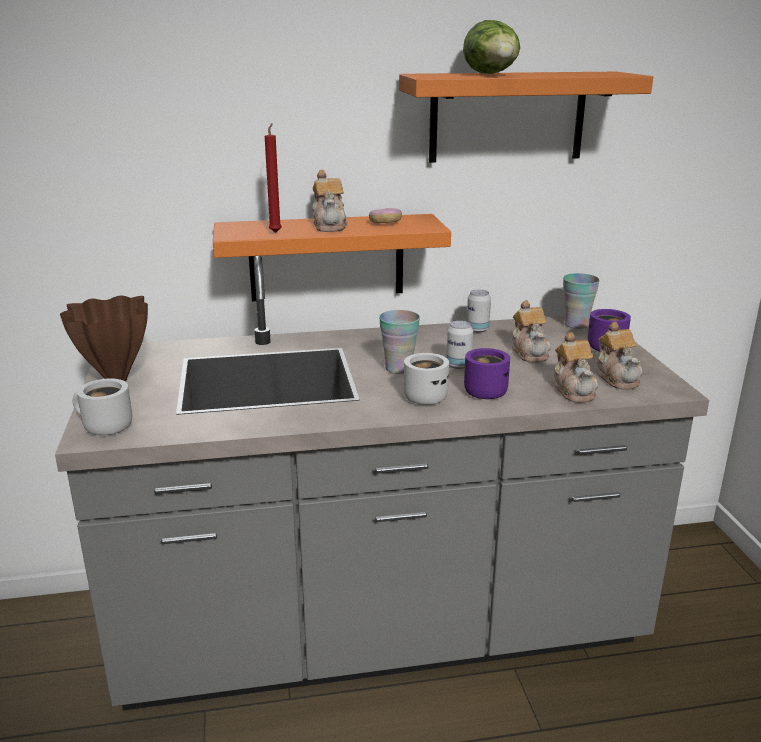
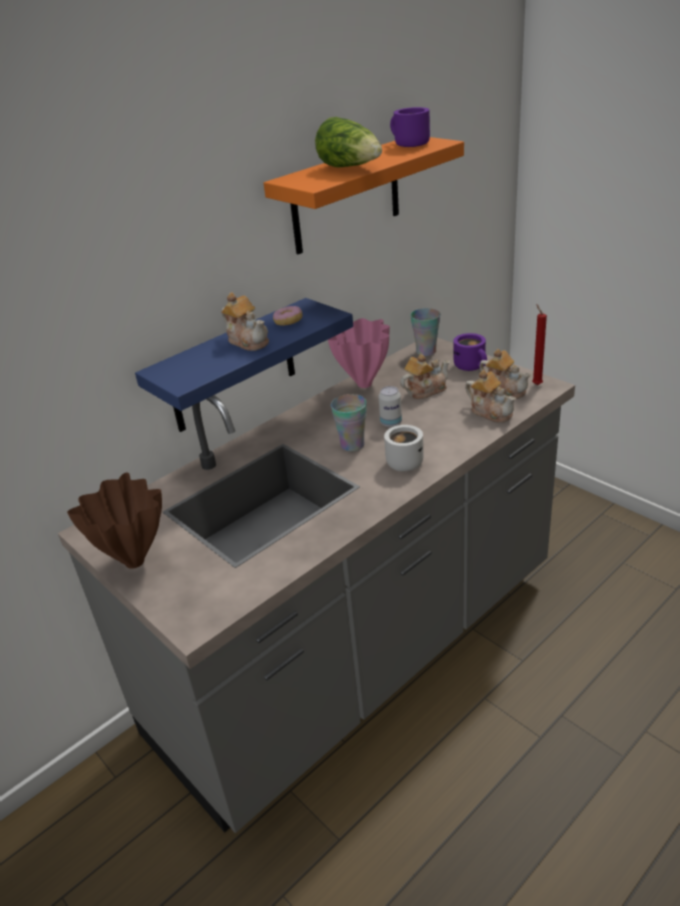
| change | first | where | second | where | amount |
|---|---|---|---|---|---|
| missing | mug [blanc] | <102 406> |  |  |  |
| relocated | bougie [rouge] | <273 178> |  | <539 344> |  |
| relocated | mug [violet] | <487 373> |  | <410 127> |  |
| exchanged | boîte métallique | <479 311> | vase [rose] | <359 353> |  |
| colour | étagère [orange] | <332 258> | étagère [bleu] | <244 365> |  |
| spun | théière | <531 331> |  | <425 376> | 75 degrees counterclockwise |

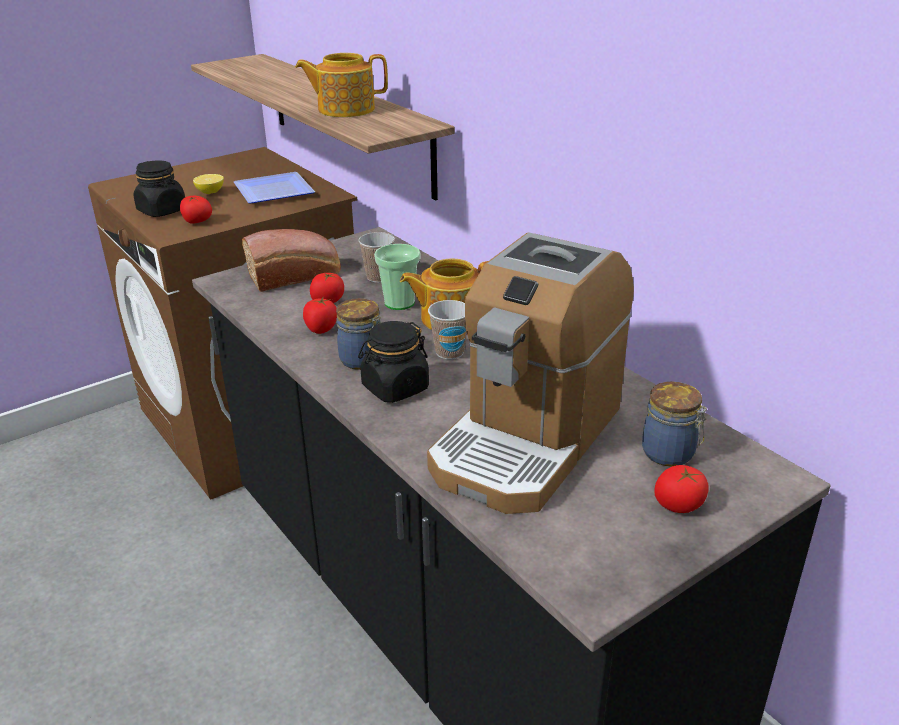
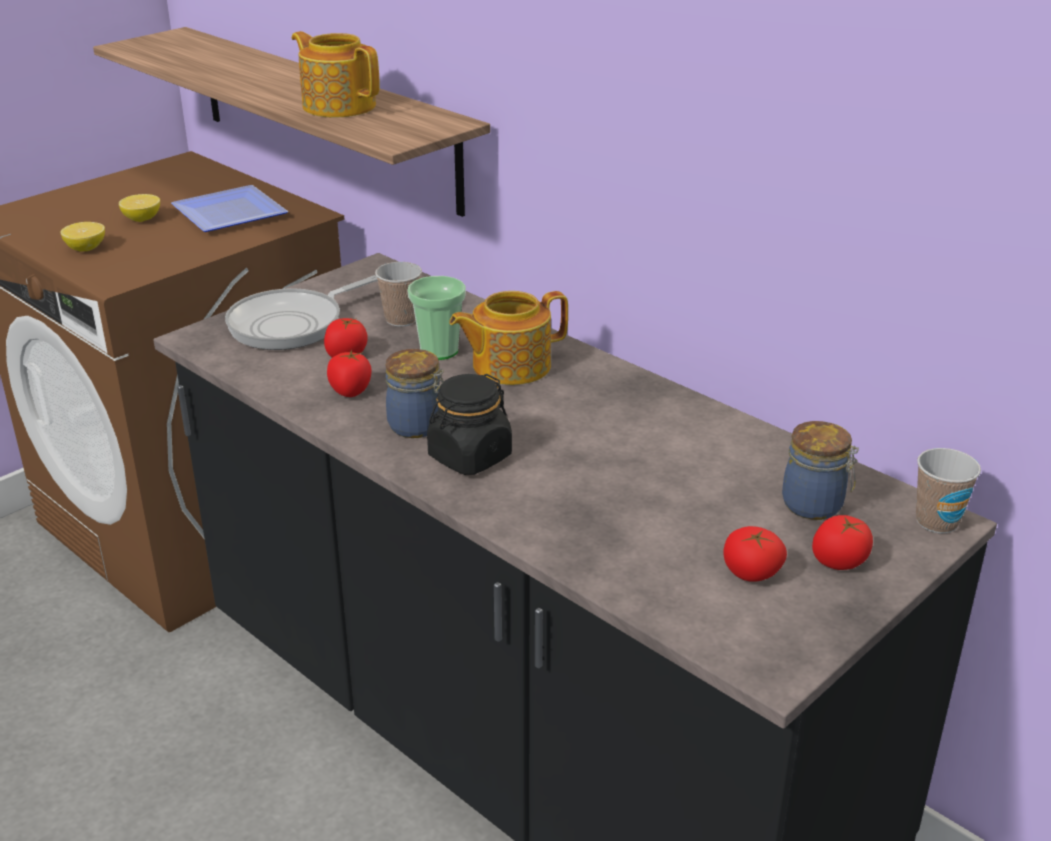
| change | first | where | second | where | amount |
|---|---|---|---|---|---|
| missing | machine à café | <530 373> |  |  |  |
| relocated | tomate | <196 210> |  | <755 554> |  |
| relocated | tasse | <447 329> |  | <948 491> |  |
| exchanged | bocal [noir] | <159 188> | citron | <82 237> |  |
| exchanged | pain | <291 260> | poêle | <301 312> |  |
| spun | théière | <341 85> |  | <336 74> | 60 degrees clockwise |

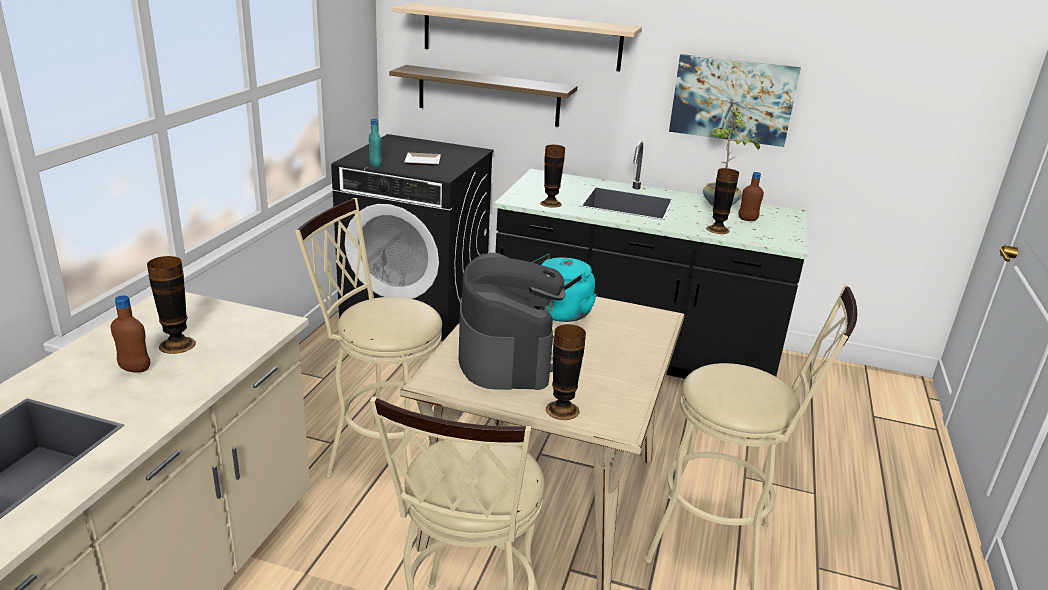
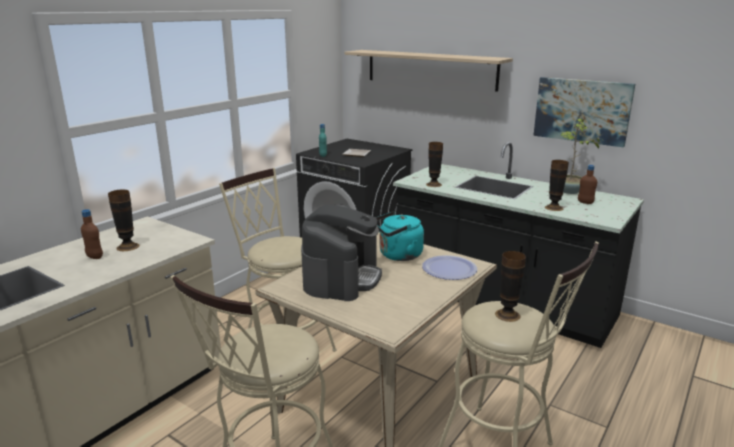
| change | first | where | second | where | amount |
|---|---|---|---|---|---|
| missing | étagère | <483 96> |  |  |  |
| appeared |  |  | assiette | <449 267> |  |
| relocated | vase | <566 372> |  | <510 286> |  |

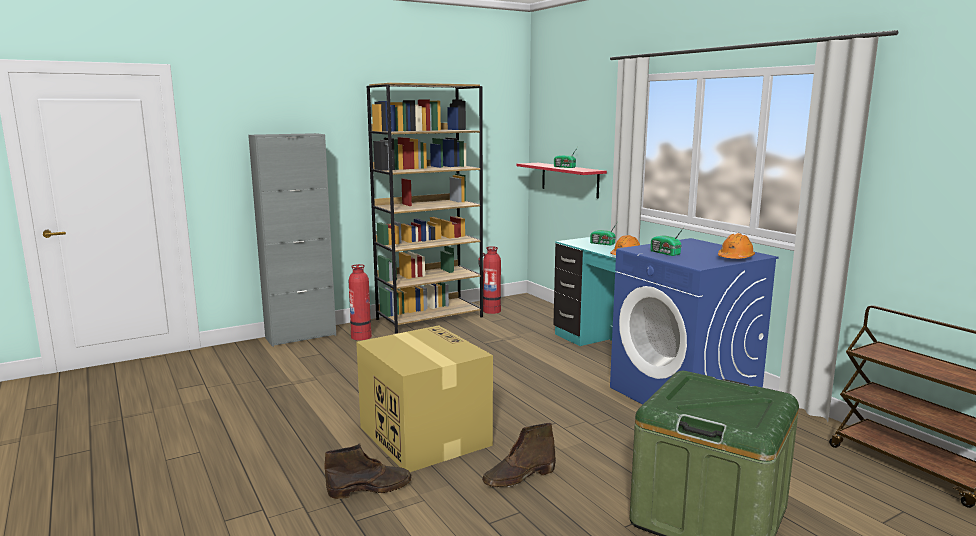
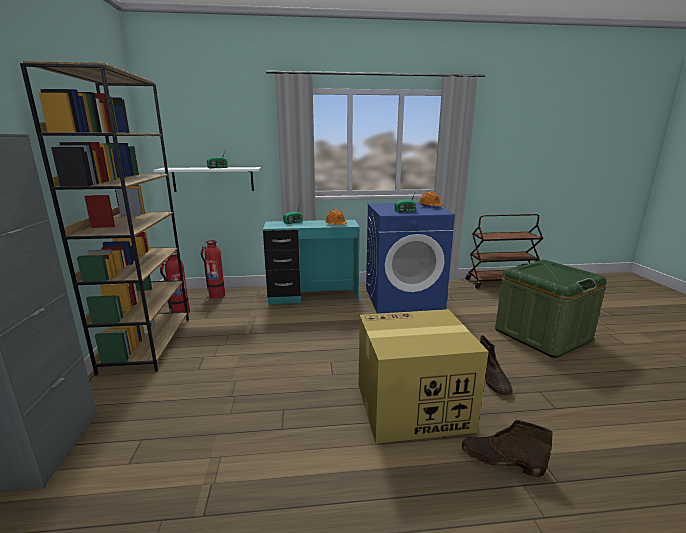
| change | first | where | second | where | amount |
|---|---|---|---|---|---|
| relocated | extincteur | <360 302> |  | <213 269> |  |
| colour | étagère [rouge] | <561 180> | étagère [blanc] | <207 179> |  |
| spun | botte [marron] | <367 471> |  | <507 448> | 75 degrees counterclockwise |

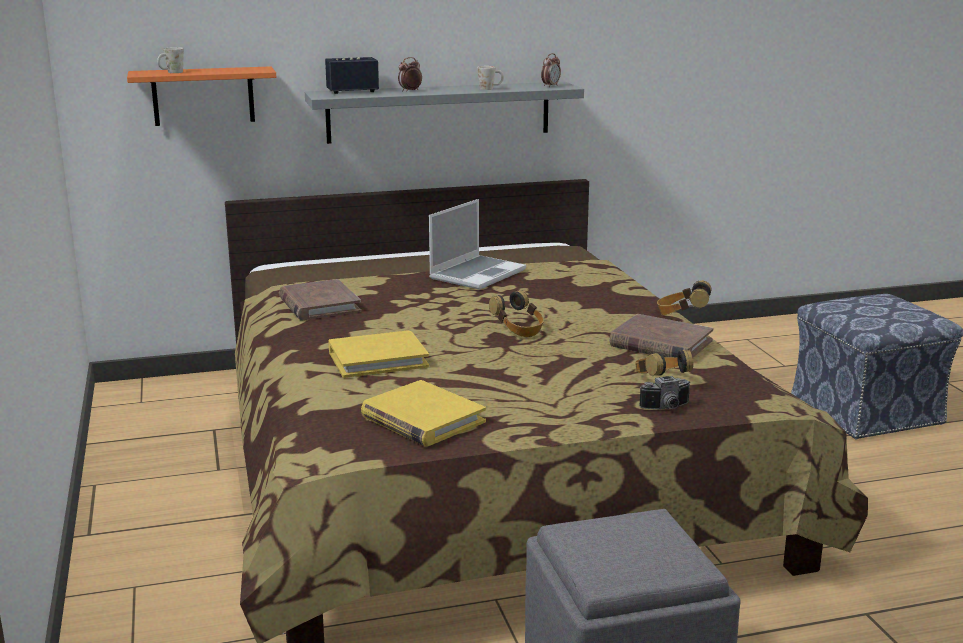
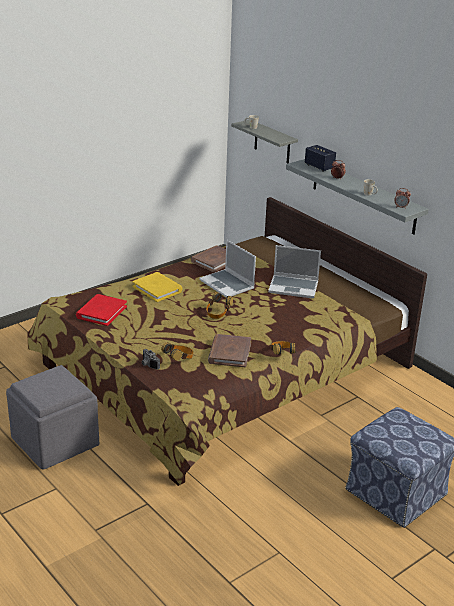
| change | first | where | second | where | amount |
|---|---|---|---|---|---|
| appeared |  |  | ordinateur portable | <227 269> |  |
| colour | étagère [orange] | <201 96> | étagère [gris] | <264 142> |  |
| colour | livre [jaune] | <423 413> | livre [rouge] | <101 310> |  |

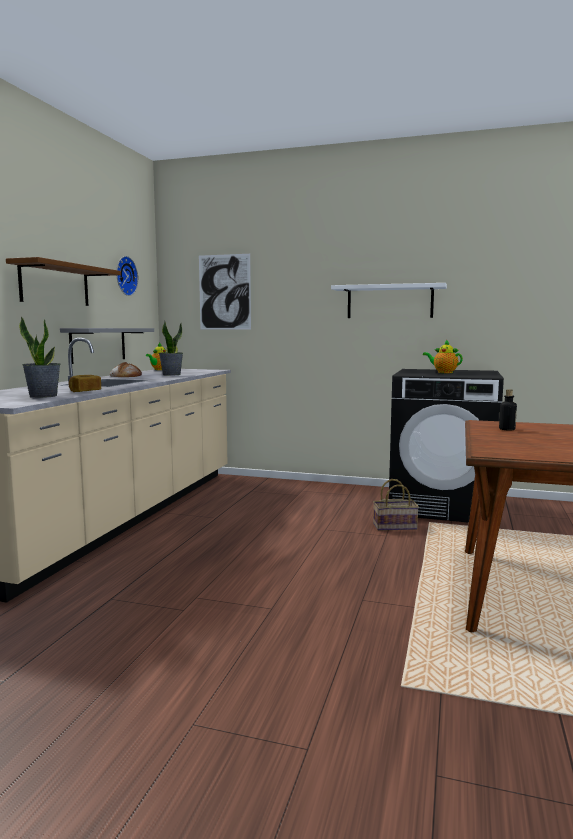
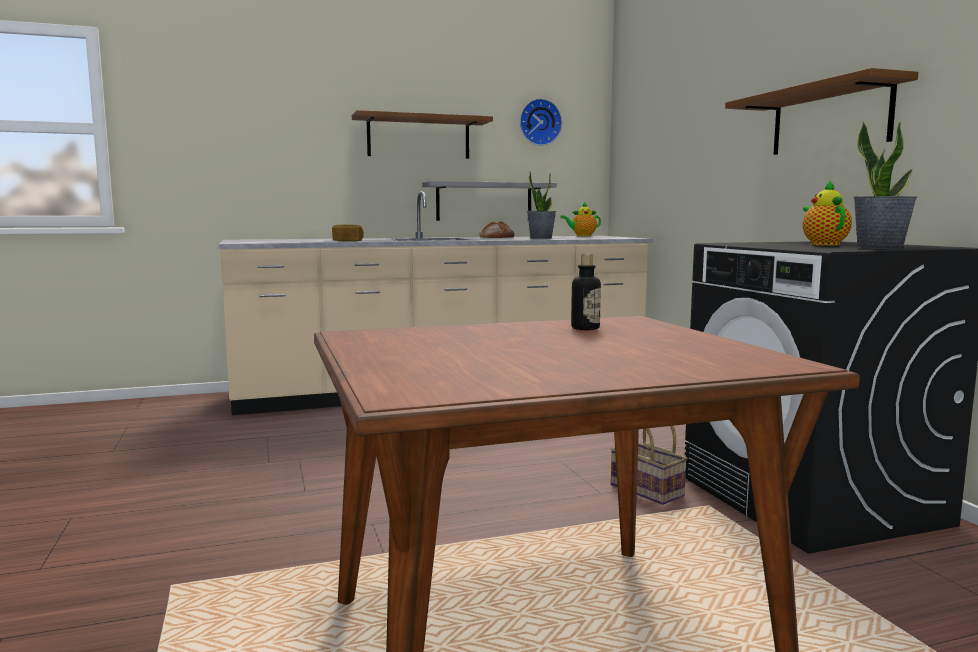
| change | first | where | second | where | amount |
|---|---|---|---|---|---|
| missing | tableau | <225 291> |  |  |  |
| relocated | plante en pot | <40 357> |  | <885 185> |  |
| colour | étagère [blanc] | <389 300> | étagère [marron] | <821 111> |  |

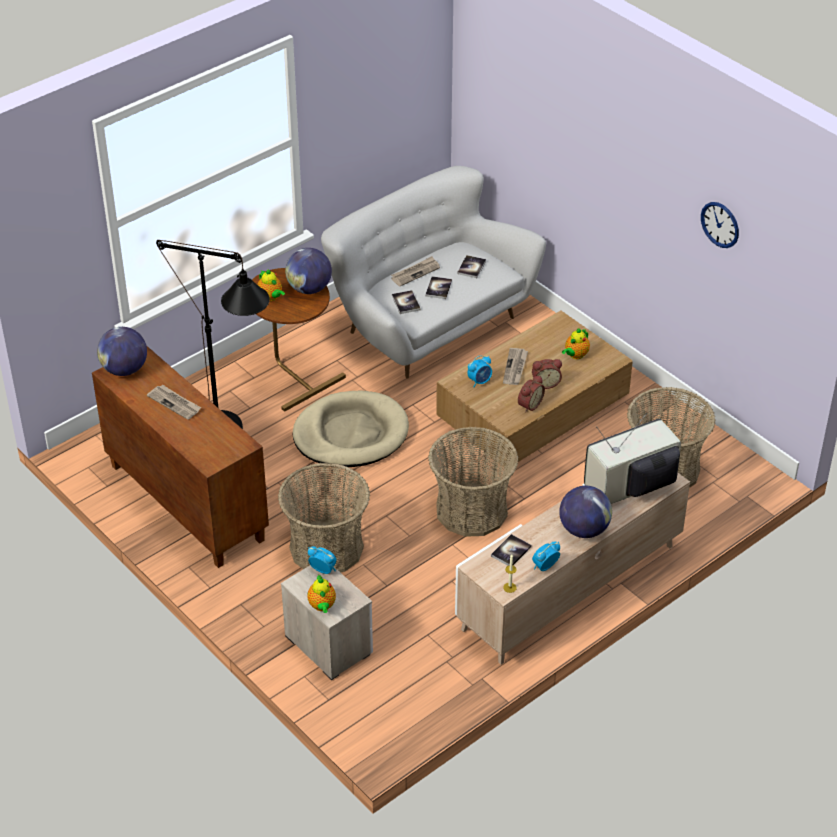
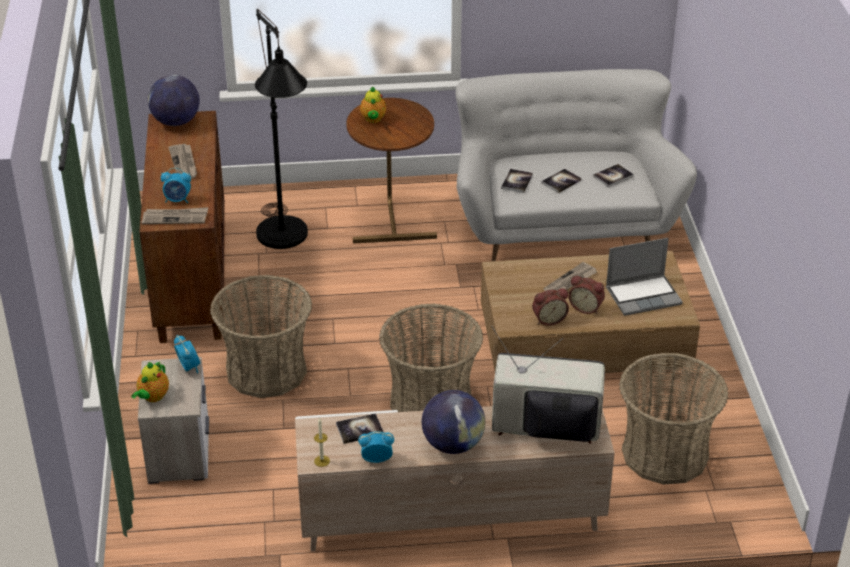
| change | first | where | second | where | amount |
|---|---|---|---|---|---|
| missing | globe | <308 271> |  |  |  |
| missing | panier pour chien [beige] | <351 428> |  |  |  |
| missing | horloge murale | <720 225> |  |  |  |
| relocated | journal | <415 271> |  | <175 215> |  |
| relocated | réveil | <479 371> |  | <176 185> |  |
| exchanged | théière | <576 343> | ordinateur portable | <644 277> |  |

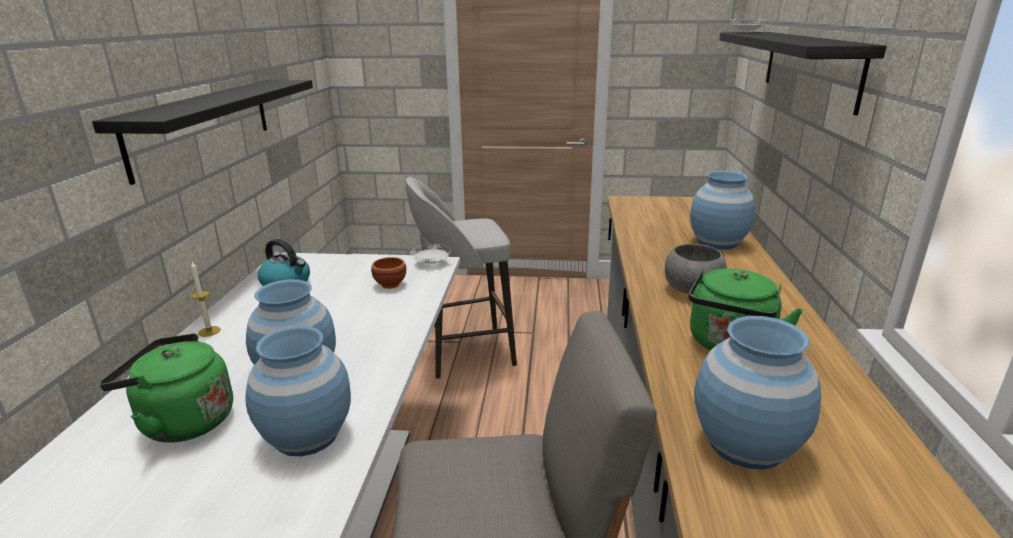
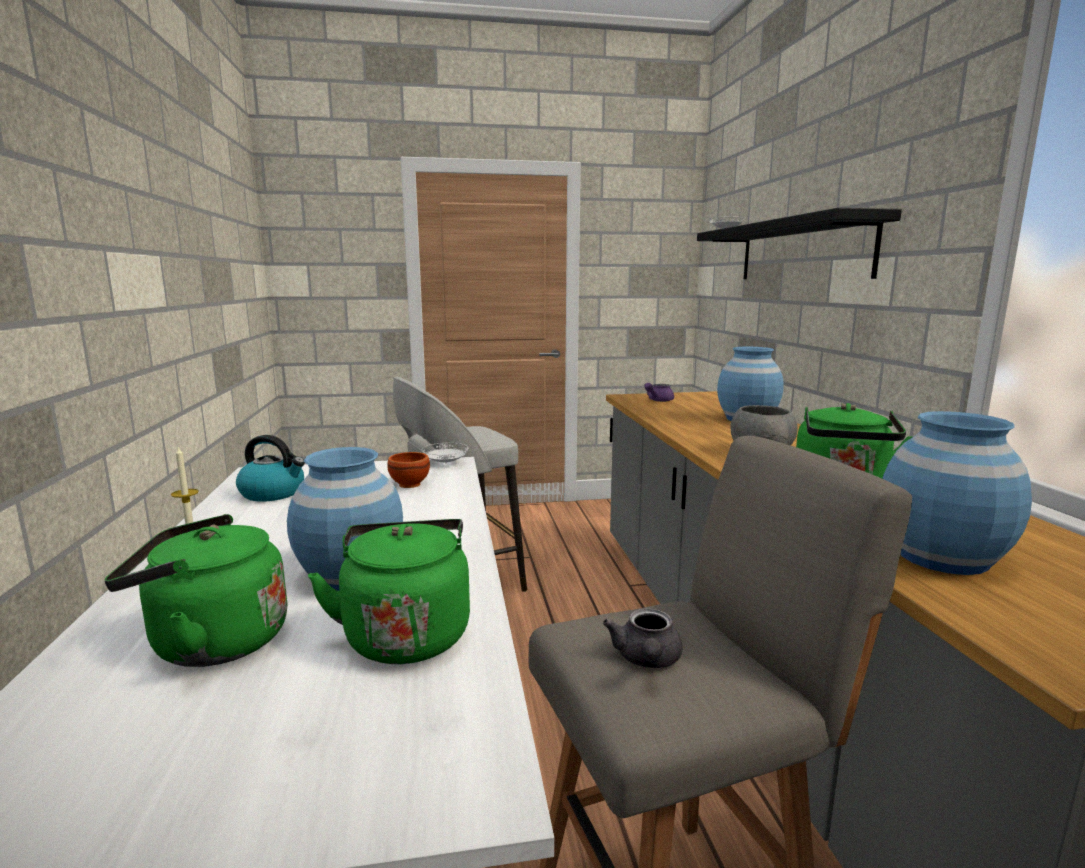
| change | first | where | second | where | amount |
|---|---|---|---|---|---|
| missing | étagère [noir] | <202 132> |  |  |  |
| appeared |  |  | théière [gris] | <642 638> |  |
| appeared |  |  | théière [violet] | <659 392> |  |
| exchanged | vase [bleu] | <298 391> | bouilloire [vert] | <389 591> |  |

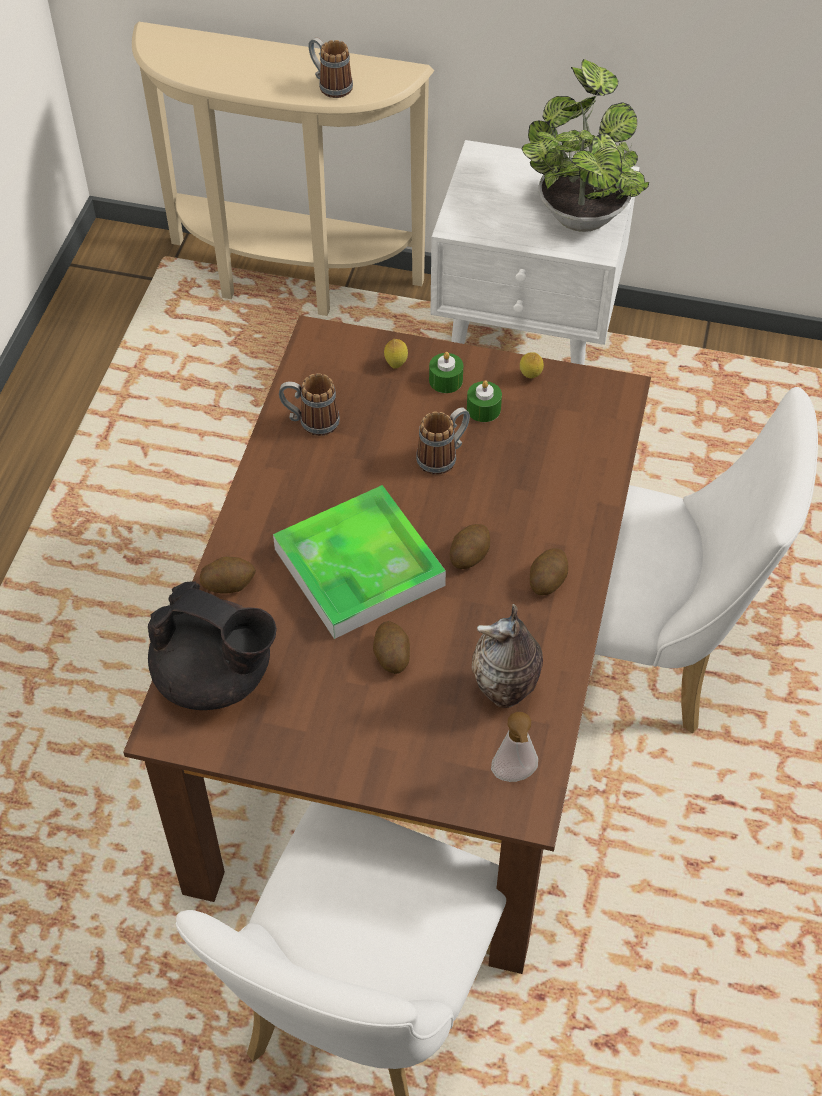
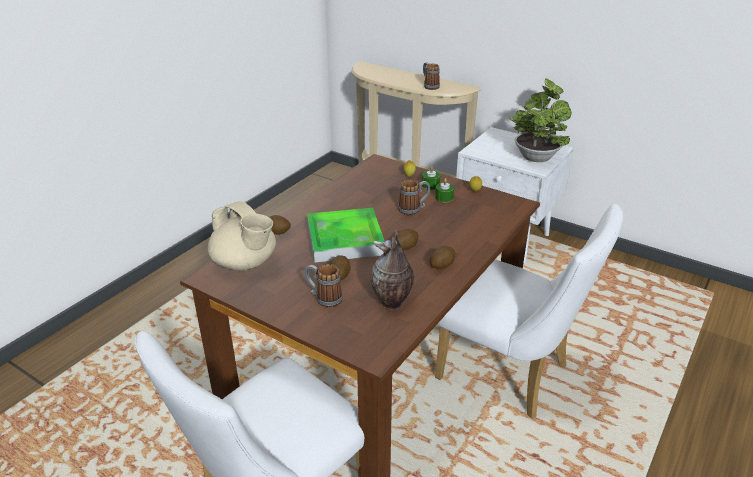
| change | first | where | second | where | amount |
|---|---|---|---|---|---|
| missing | distributeur de savon | <514 747> |  |  |  |
| relocated | mug | <309 404> |  | <323 286> |  |
| colour | théière [noir] | <212 645> | théière [beige] | <242 236> |  |

